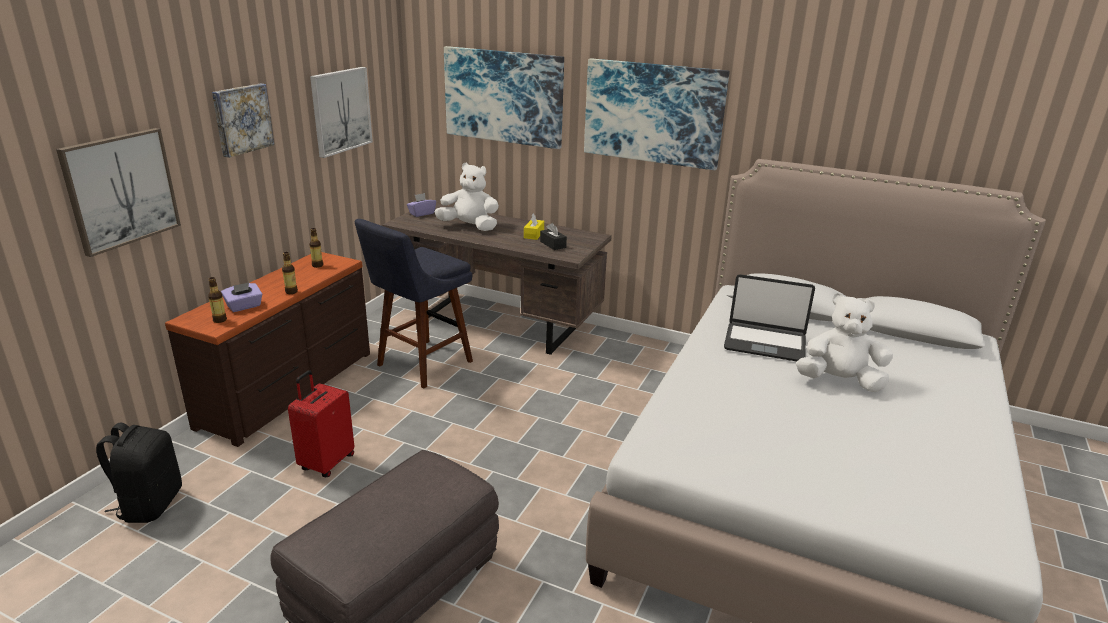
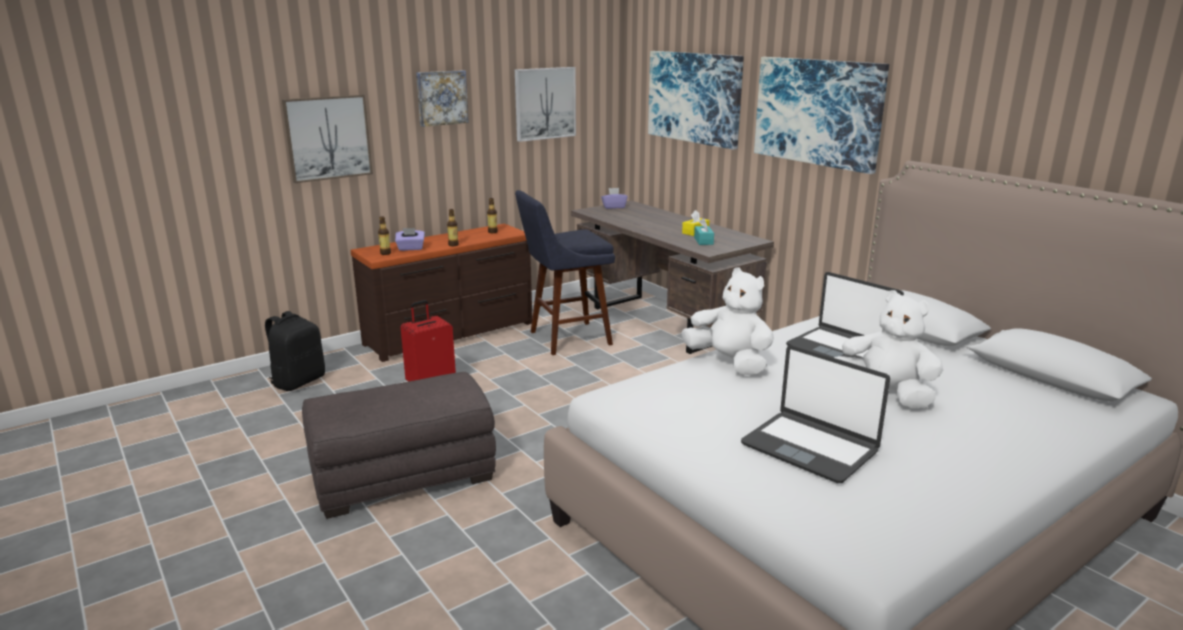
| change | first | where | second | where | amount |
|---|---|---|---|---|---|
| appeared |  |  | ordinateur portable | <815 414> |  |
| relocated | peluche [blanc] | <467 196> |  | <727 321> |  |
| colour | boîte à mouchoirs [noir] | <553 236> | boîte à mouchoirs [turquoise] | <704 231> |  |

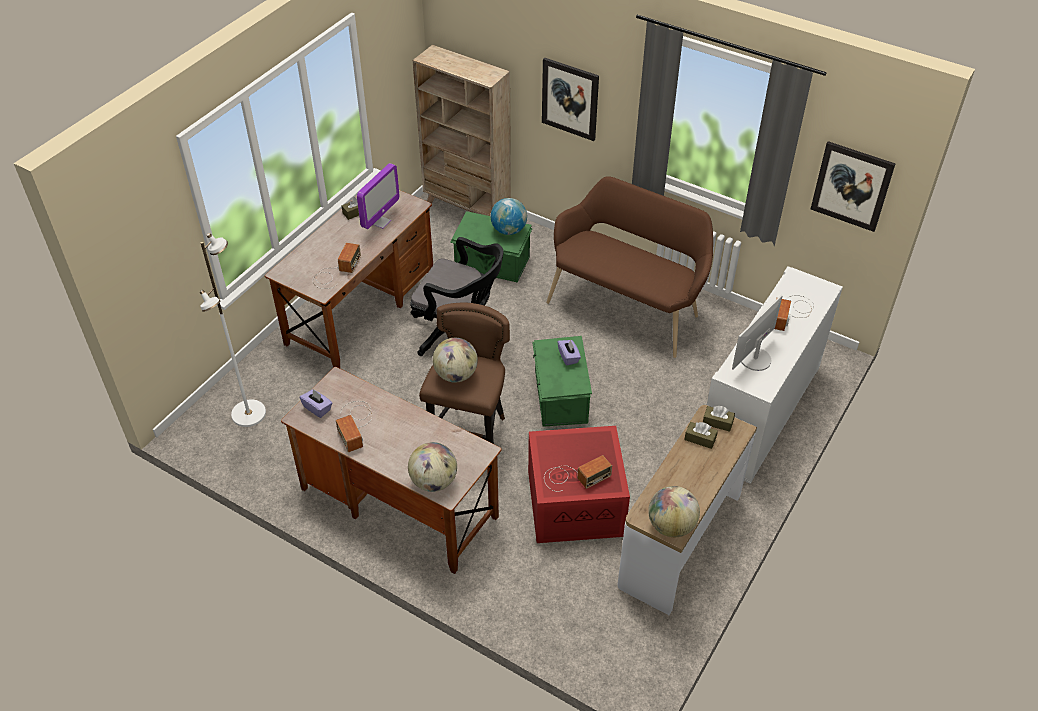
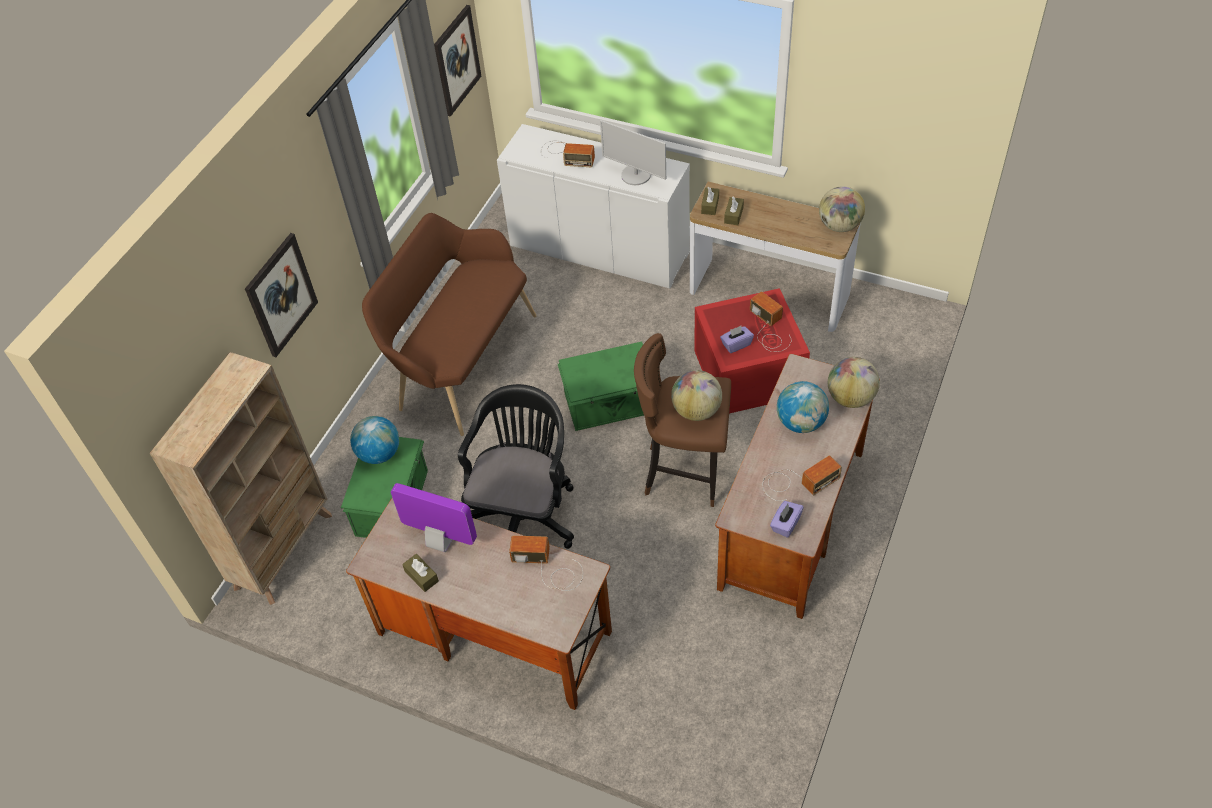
| change | first | where | second | where | amount |
|---|---|---|---|---|---|
| missing | lampadaire [blanc] | <233 330> |  |  |  |
| appeared |  |  | globe | <803 407> |  |
| relocated | boîte à mouchoirs [violet] | <569 352> |  | <737 339> |  |

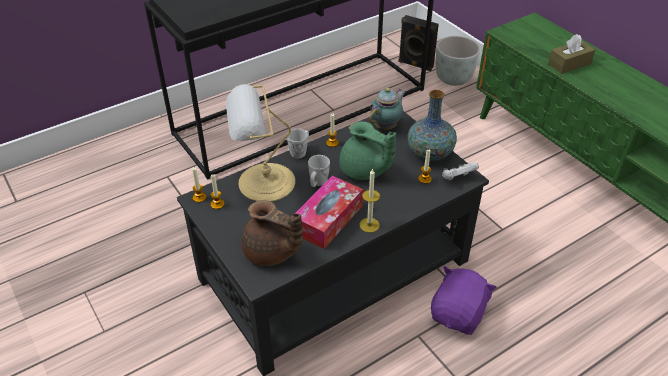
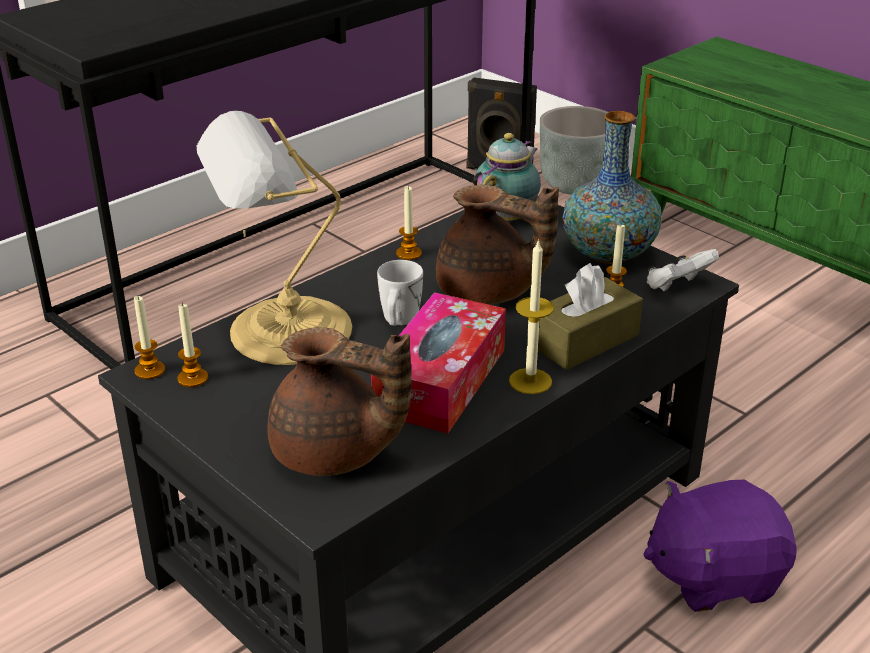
| change | first | where | second | where | amount |
|---|---|---|---|---|---|
| missing | mug [blanc] | <298 144> |  |  |  |
| relocated | boîte à mouchoirs [marron] | <571 54> |  | <590 316> |  |
| colour | théière [vert] | <367 150> | théière [marron] | <497 245> |  |
| spun | peluche [violet] | <464 300> |  | <720 546> | 120 degrees counterclockwise |

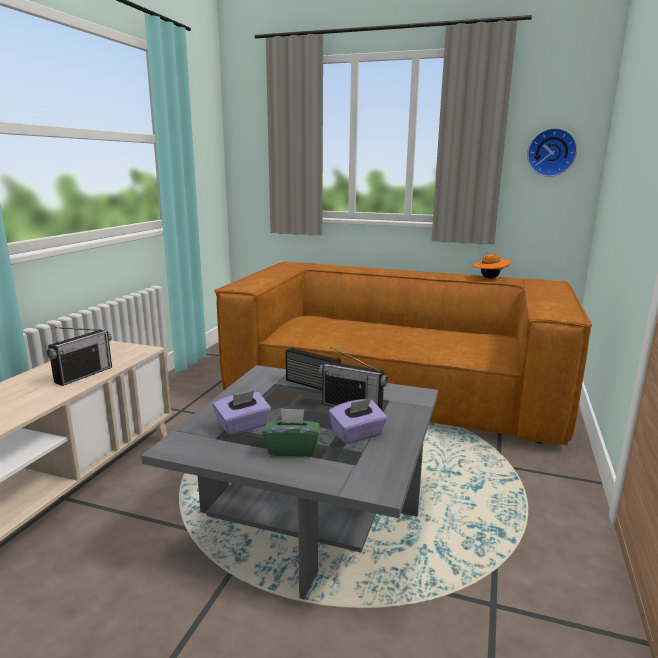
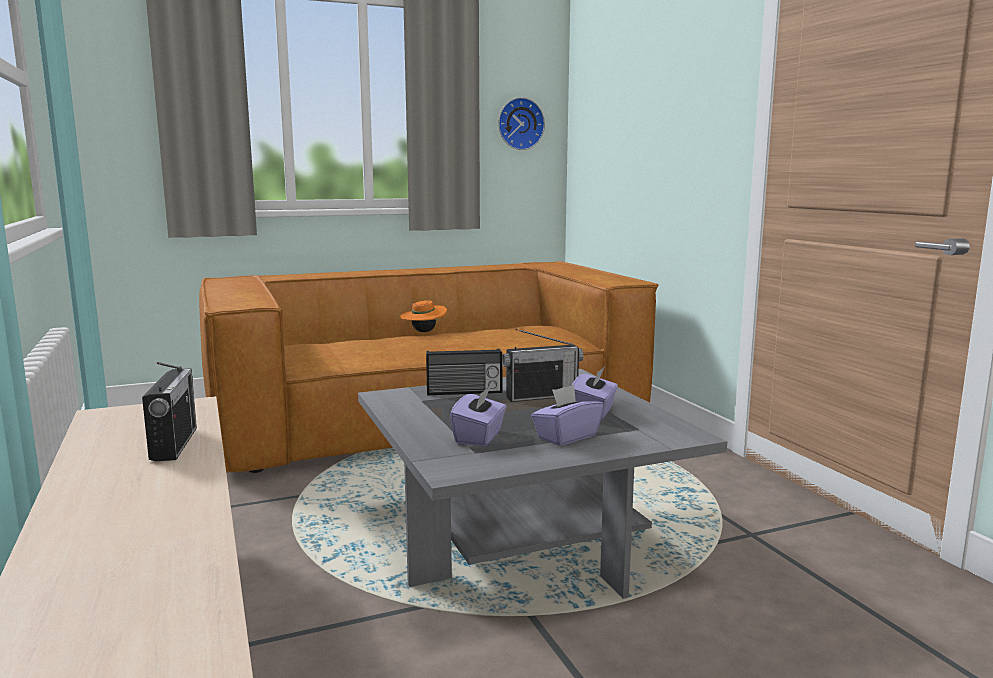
| change | first | where | second | where | amount |
|---|---|---|---|---|---|
| relocated | chapeau [orange] | <491 266> |  | <423 315> |  |
| colour | boîte à mouchoirs [vert] | <291 432> | boîte à mouchoirs [violet] | <567 415> |  |

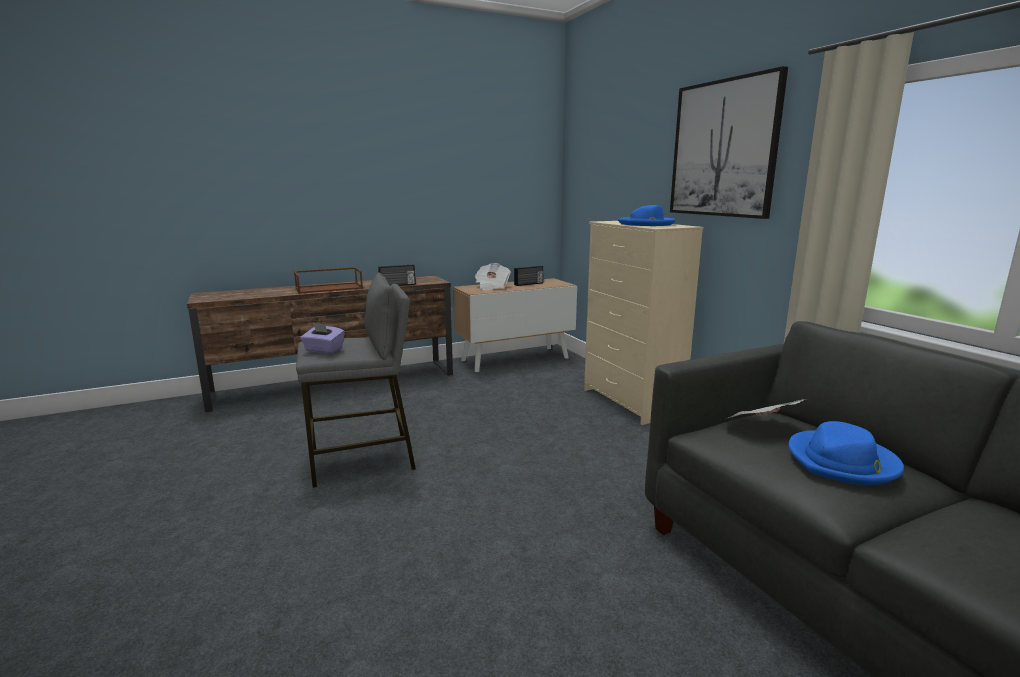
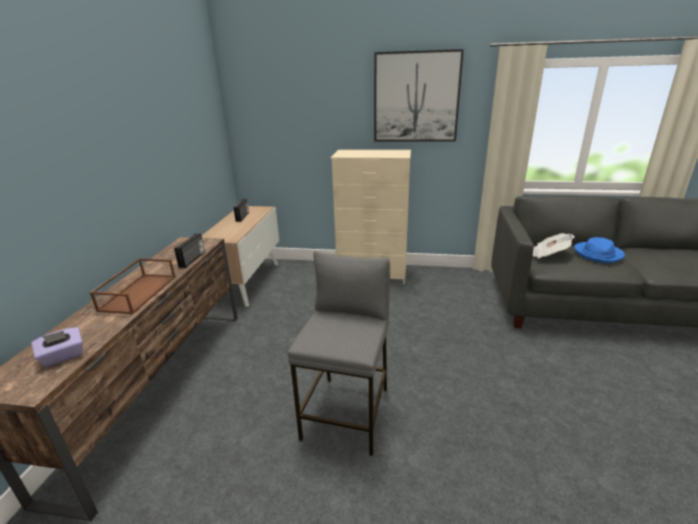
| change | first | where | second | where | amount |
|---|---|---|---|---|---|
| missing | journal | <493 276> |  |  |  |
| missing | chapeau [bleu] | <646 215> |  |  |  |
| relocated | boîte à mouchoirs [violet] | <322 338> |  | <57 347> |  |

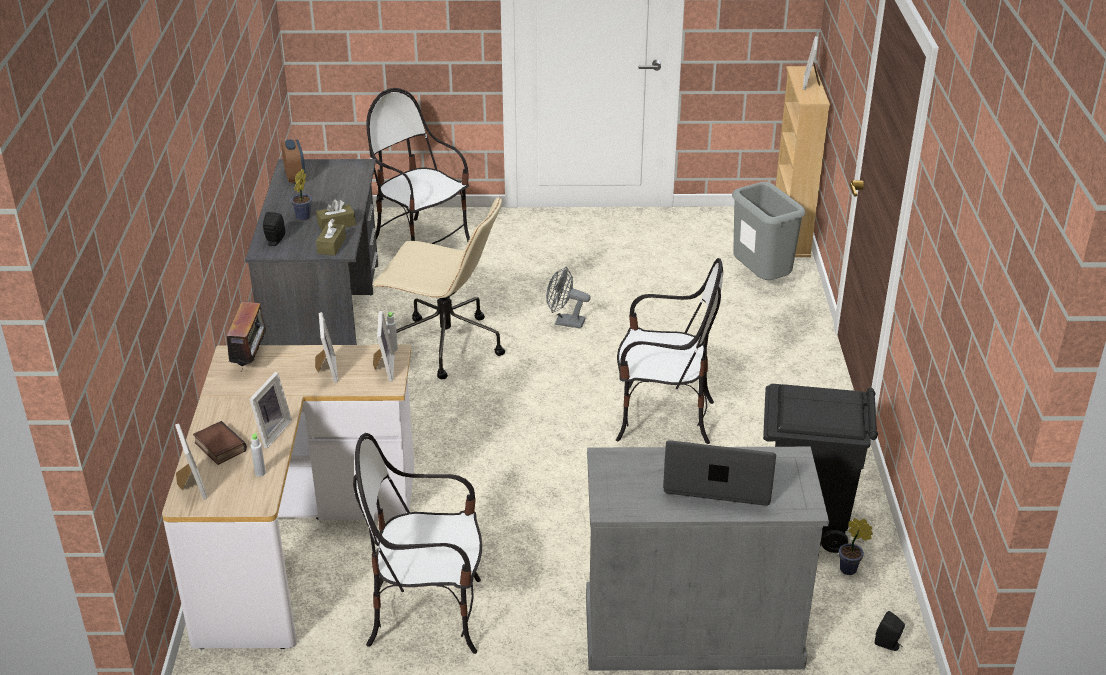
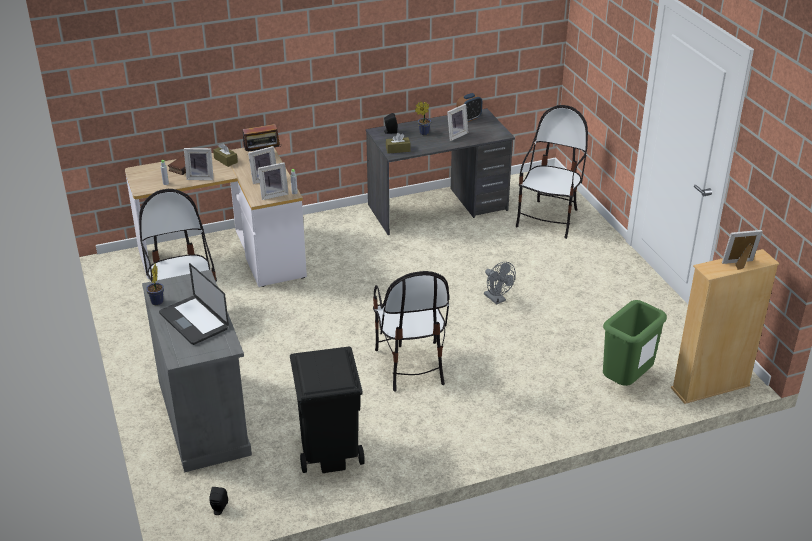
| change | first | where | second | where | amount |
|---|---|---|---|---|---|
| missing | chaise de bureau [beige] | <438 287> |  |  |  |
| relocated | cadre photo | <191 462> |  | <457 122> |  |
| relocated | boîte à mouchoirs [marron] | <336 214> |  | <225 155> |  |
| relocated | plante en pot | <856 546> |  | <155 284> |  |
| colour | poubelle [gris] | <769 231> | poubelle [vert] | <635 343> |  |
| spun | ventilateur [gris] | <568 298> |  | <500 283> | 150 degrees clockwise |
| spun | ordinateur portable | <719 473> |  | <194 304> | 150 degrees clockwise |

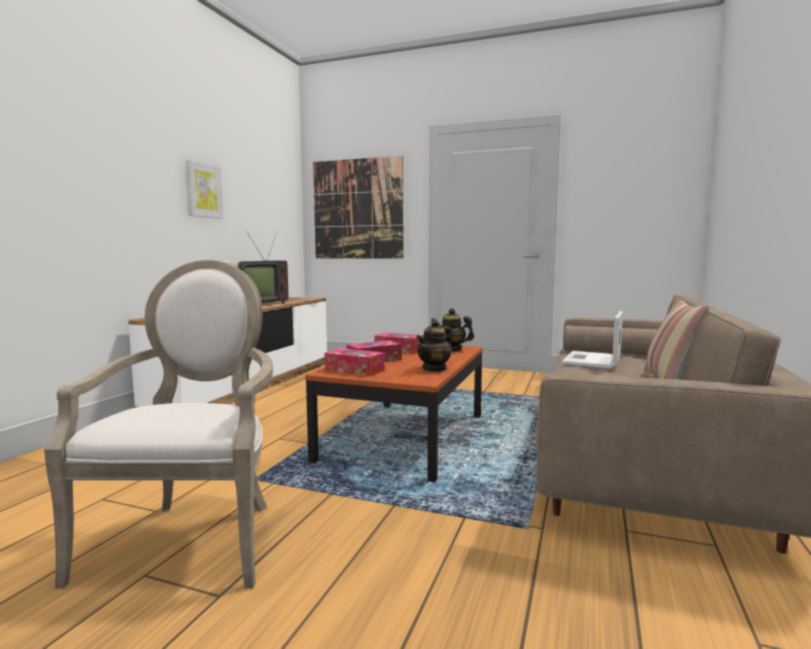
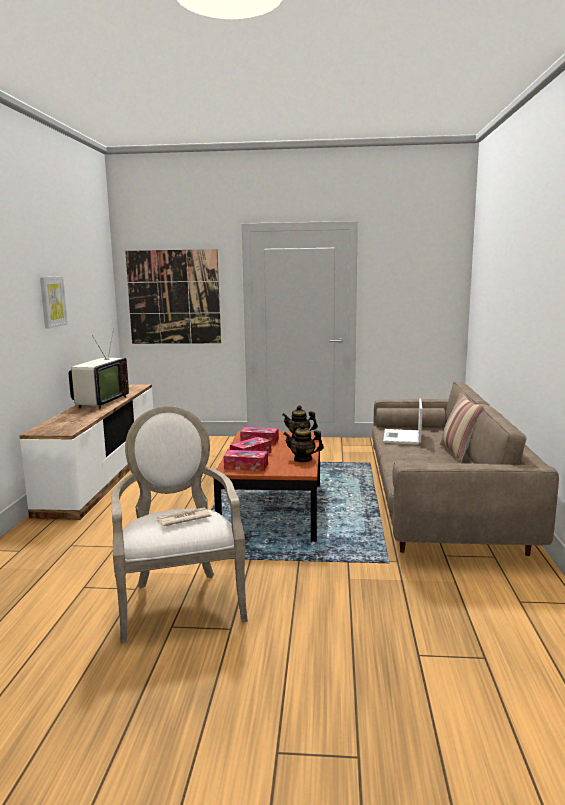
| change | first | where | second | where | amount |
|---|---|---|---|---|---|
| appeared |  |  | journal | <184 516> |  |
| spun | théière | <434 345> |  | <304 442> | 75 degrees clockwise |

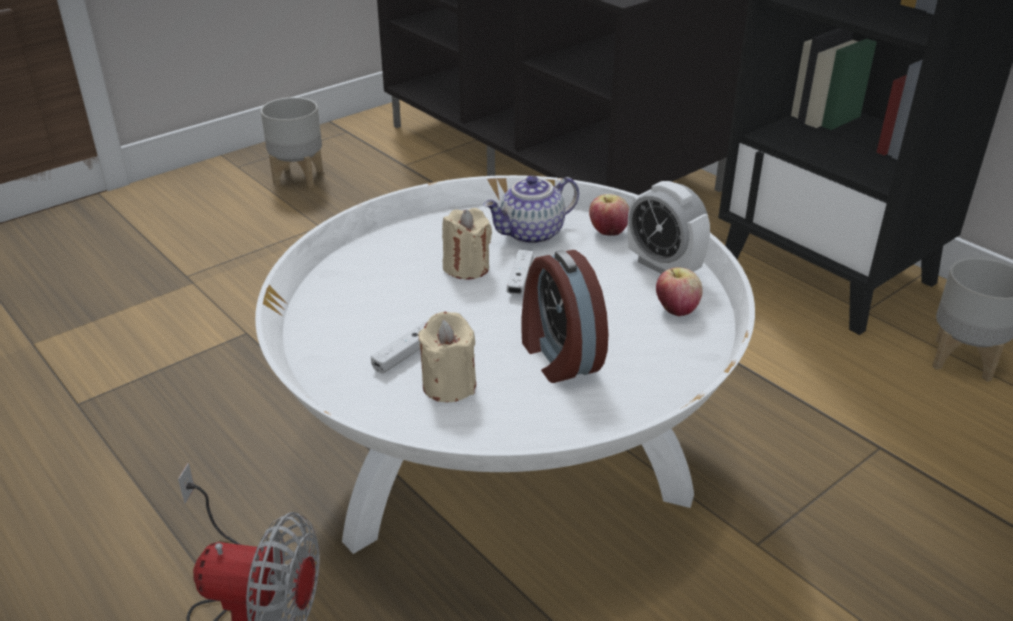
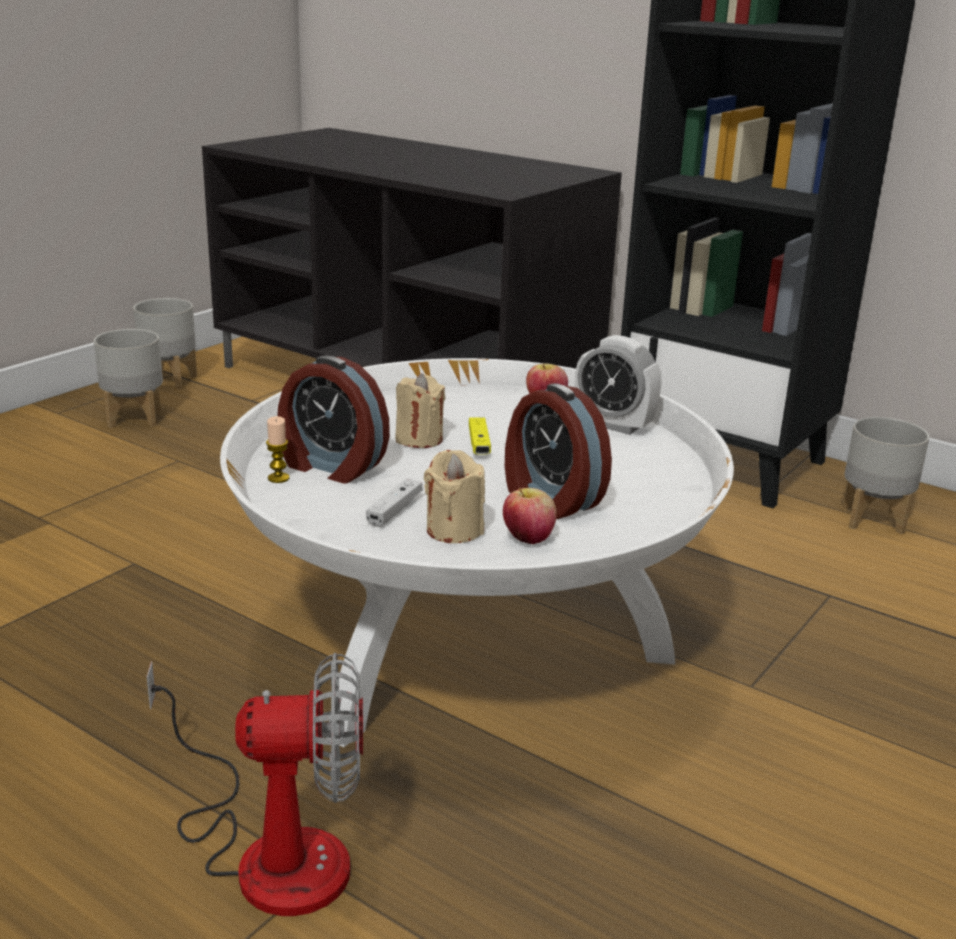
| change | first | where | second | where | amount |
|---|---|---|---|---|---|
| missing | théière | <531 210> |  |  |  |
| appeared |  |  | cache-pot [gris] | <165 344> |  |
| appeared |  |  | bougie | <277 449> |  |
| appeared |  |  | réveil | <333 419> |  |
| relocated | pomme | <679 292> |  | <530 516> |  |
| colour | manette [blanc] | <520 272> | manette [jaune] | <480 436> |  |

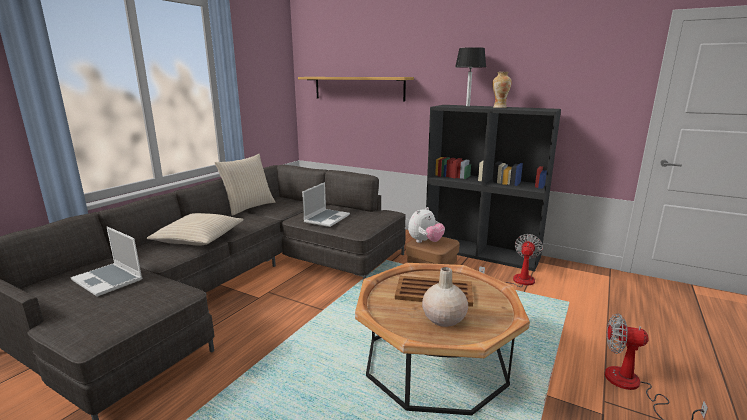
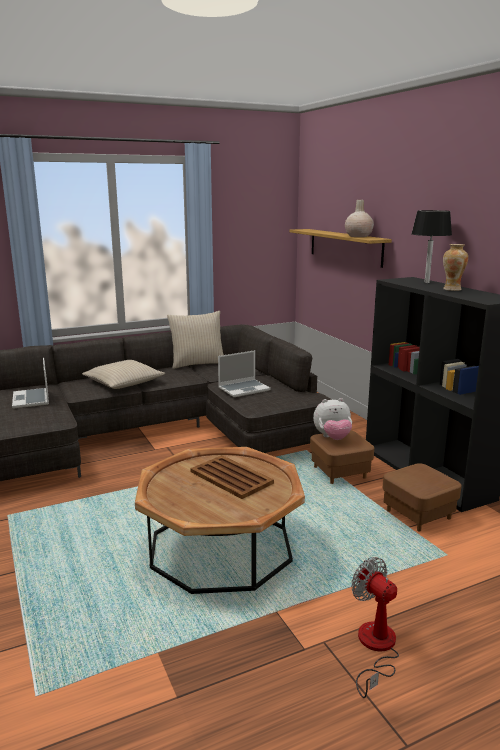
| change | first | where | second | where | amount |
|---|---|---|---|---|---|
| relocated | vase [beige] | <445 297> |  | <359 218> |  |
| exchanged | ventilateur | <511 260> | pouf [marron] | <422 497> |  |

